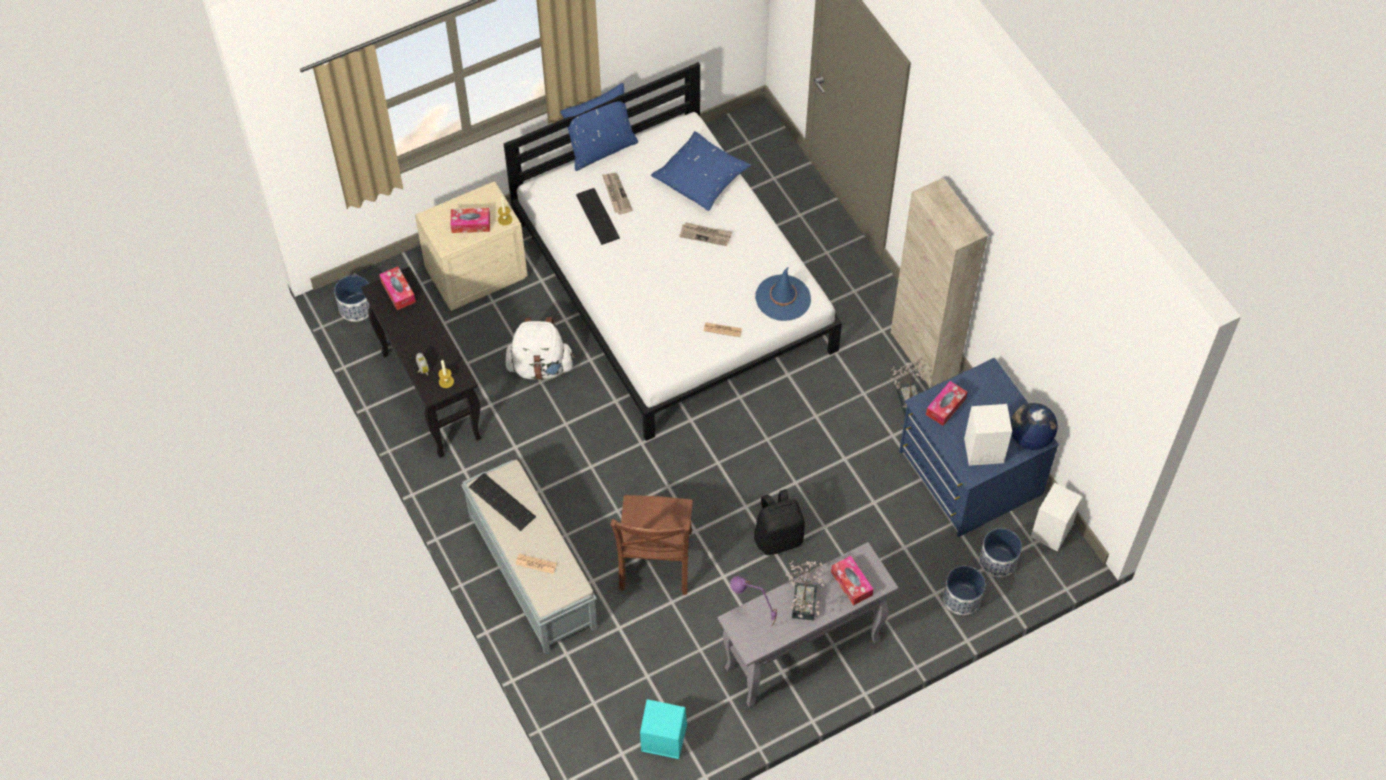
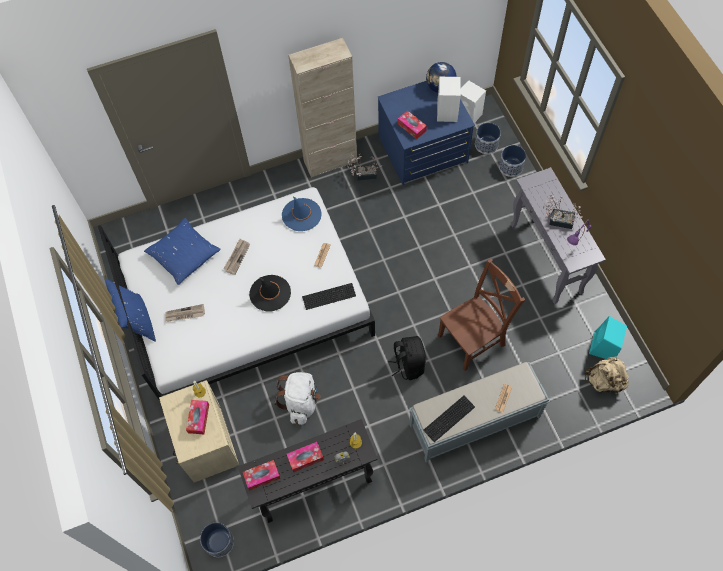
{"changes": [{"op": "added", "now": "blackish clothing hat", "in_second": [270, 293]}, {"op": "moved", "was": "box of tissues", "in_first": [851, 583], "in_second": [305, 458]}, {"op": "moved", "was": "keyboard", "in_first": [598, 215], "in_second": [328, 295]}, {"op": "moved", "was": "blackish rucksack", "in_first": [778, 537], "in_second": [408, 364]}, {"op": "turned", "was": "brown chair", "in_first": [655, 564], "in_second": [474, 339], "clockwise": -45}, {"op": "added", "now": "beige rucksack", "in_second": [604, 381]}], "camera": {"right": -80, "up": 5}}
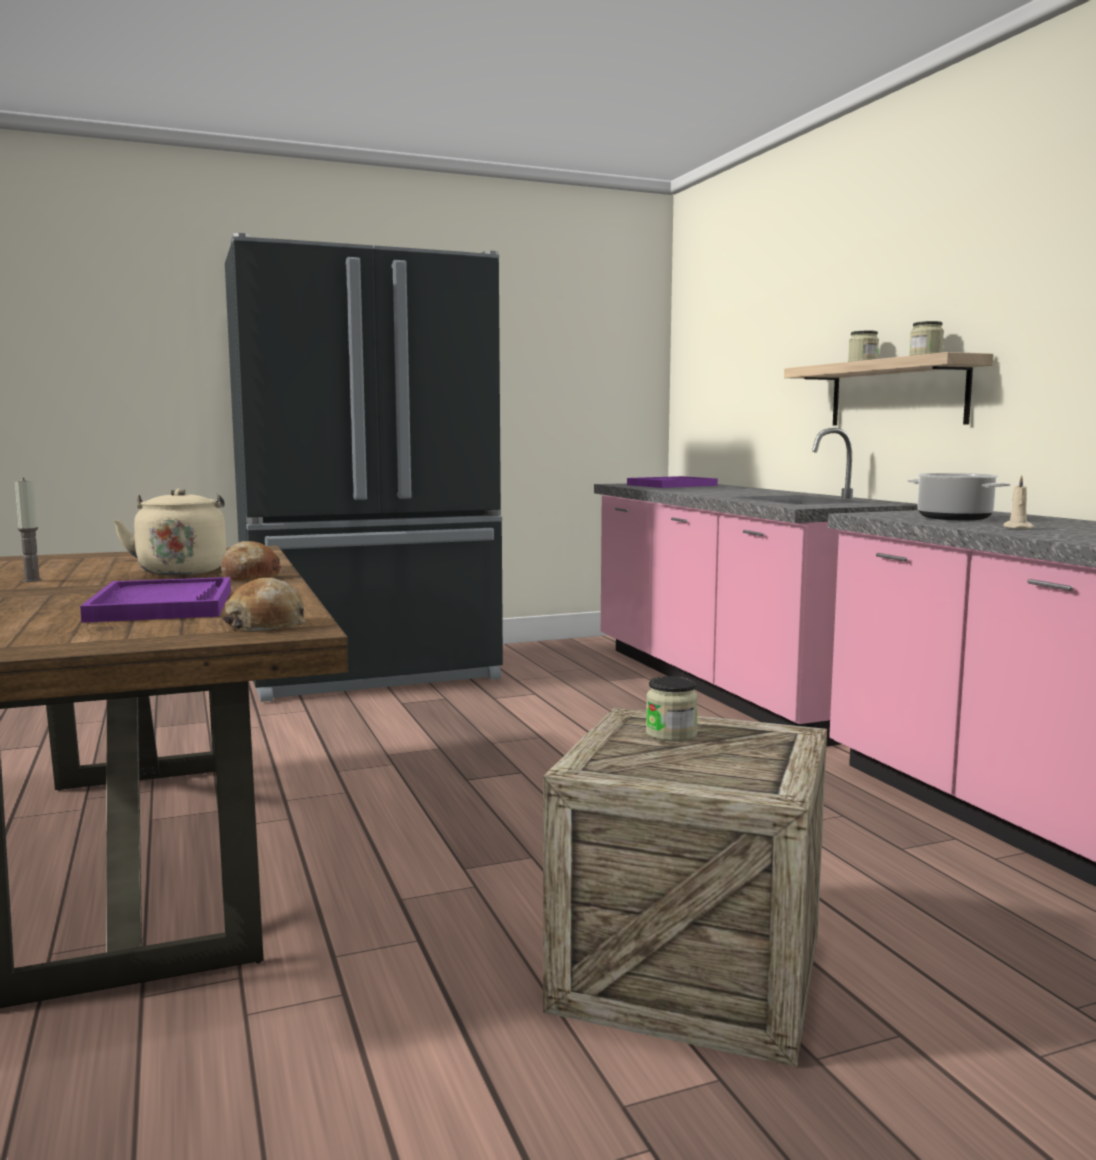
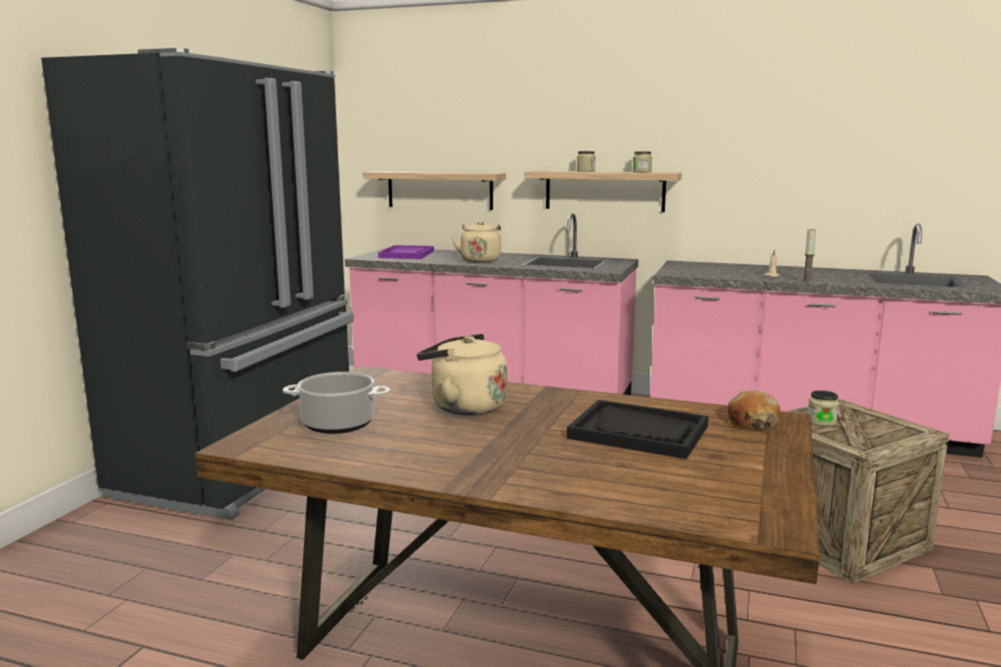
{"changes": [{"op": "moved", "was": "cooking pot", "in_first": [953, 518], "in_second": [337, 424]}, {"op": "added", "now": "bracket shelf", "in_second": [439, 190]}, {"op": "added", "now": "beige tea kettle", "in_second": [480, 260]}, {"op": "recoloured", "was": "purplish serving tray", "now": "blackish serving tray", "in_first": [163, 605], "in_second": [639, 432]}, {"op": "moved", "was": "candle", "in_first": [32, 580], "in_second": [807, 281]}, {"op": "removed", "was": "bakery bread", "in_first": [250, 576]}], "camera": {"right": -50, "up": 5}}
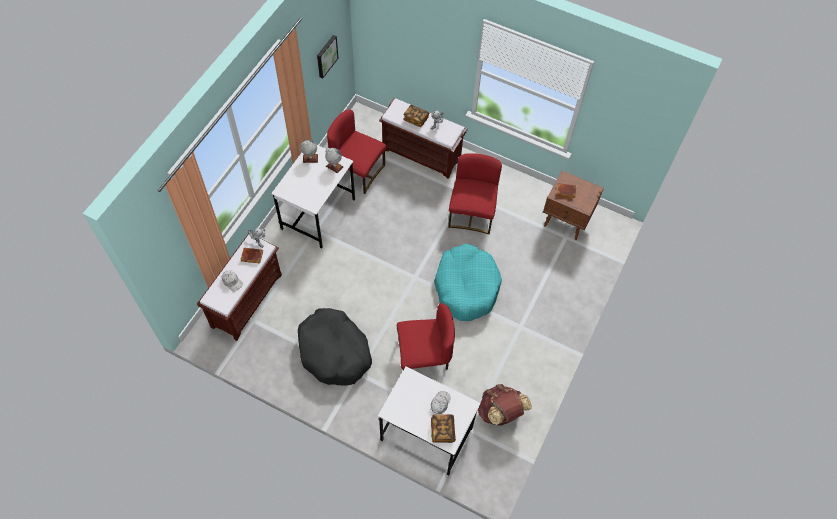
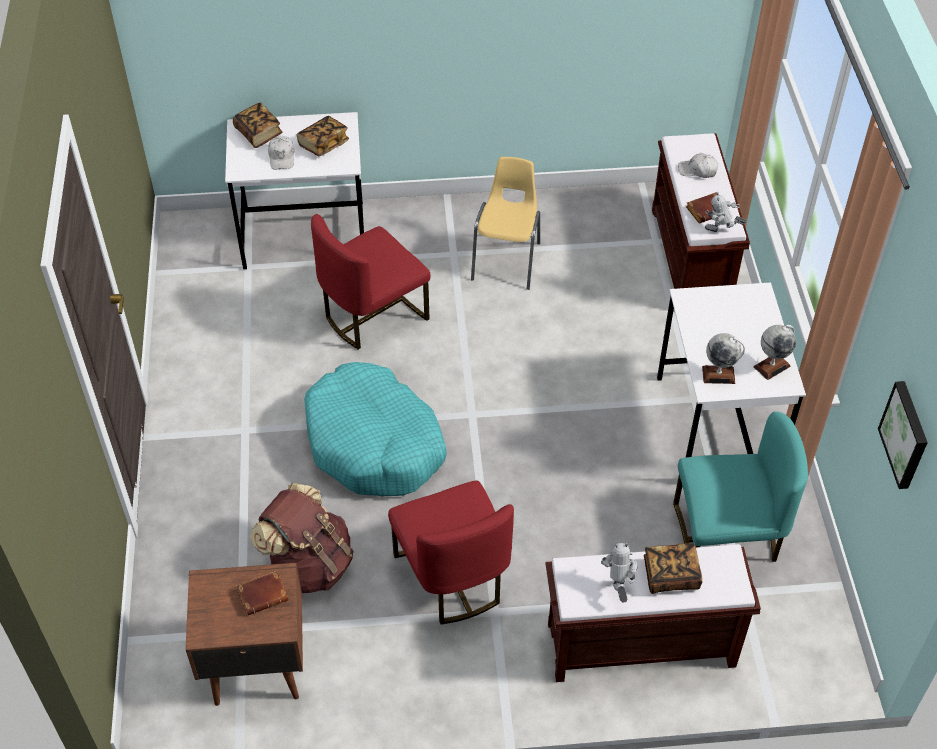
{"changes": [{"op": "moved", "was": "brown rucksack", "in_first": [500, 413], "in_second": [309, 565]}, {"op": "added", "now": "bound book", "in_second": [323, 144]}, {"op": "replaced", "was": "blackish dog bed", "now": "yellow-coloured chair", "in_first": [334, 352], "in_second": [507, 261]}, {"op": "recoloured", "was": "reddish chair", "now": "blue-green chair", "in_first": [357, 171], "in_second": [726, 539]}], "camera": {"right": 150, "up": -10}}
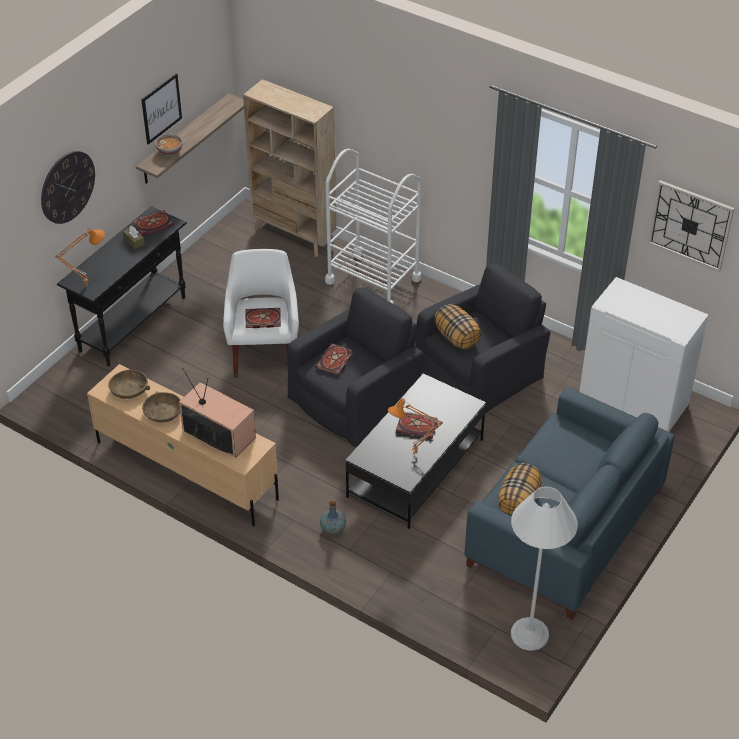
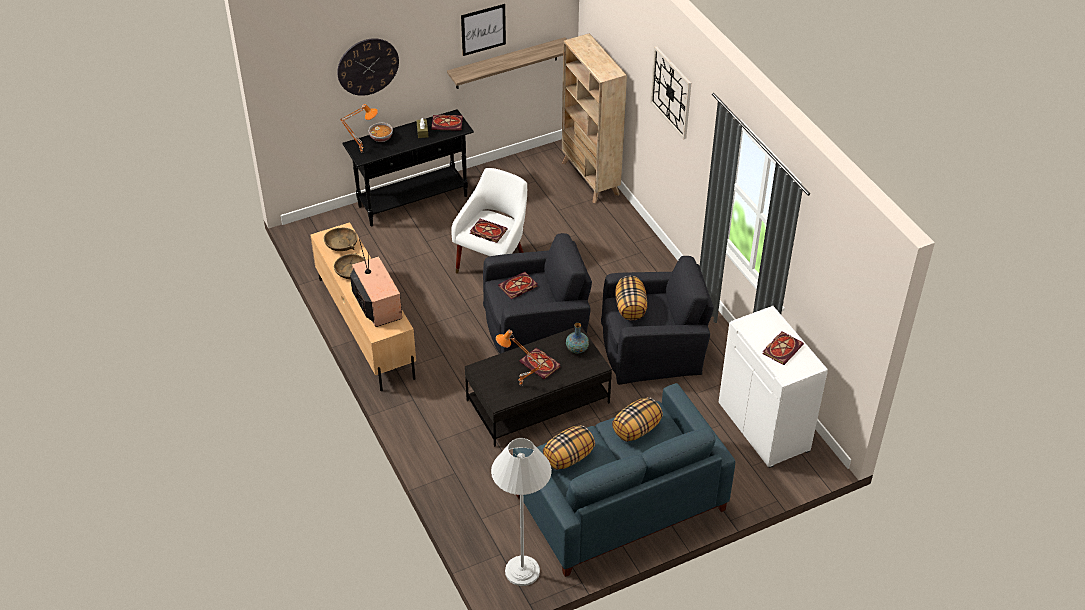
{"changes": [{"op": "moved", "was": "deep dish", "in_first": [170, 151], "in_second": [381, 138]}, {"op": "moved", "was": "vase", "in_first": [333, 528], "in_second": [577, 349]}, {"op": "added", "now": "cushion", "in_second": [636, 429]}, {"op": "moved", "was": "wall clock", "in_first": [690, 225], "in_second": [671, 92]}, {"op": "added", "now": "bound book", "in_second": [782, 348]}, {"op": "removed", "was": "white-coloured cart", "in_first": [373, 280]}], "camera": {"right": 30, "up": 0}}
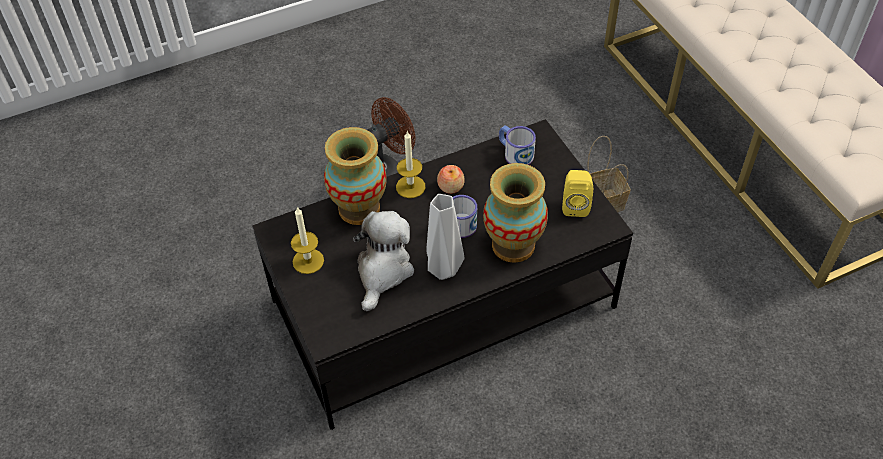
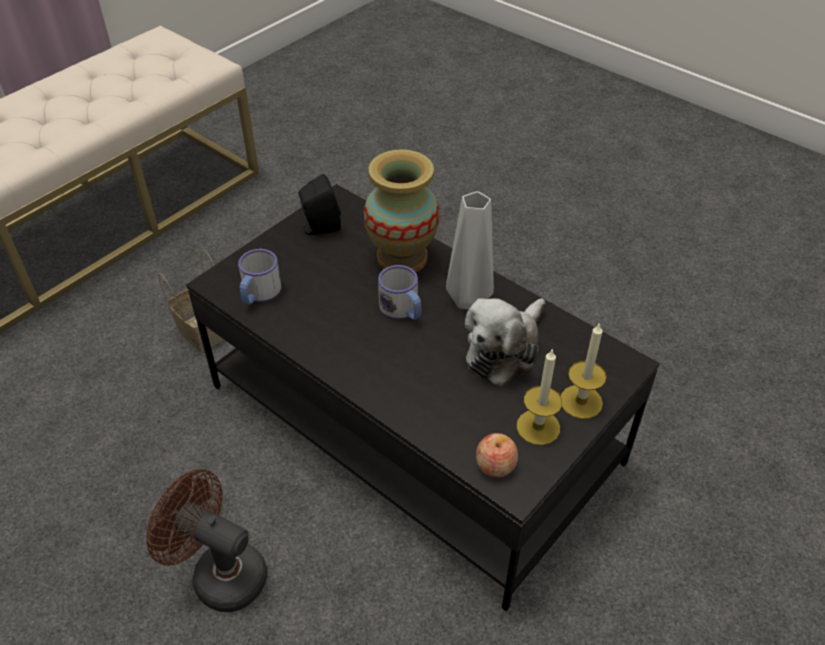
{"changes": [{"op": "recoloured", "was": "yellow-coloured speaker", "now": "blackish speaker", "in_first": [575, 205], "in_second": [319, 228]}, {"op": "turned", "was": "plush toy", "in_first": [383, 271], "in_second": [504, 350], "clockwise": -45}, {"op": "moved", "was": "apple fruit", "in_first": [451, 186], "in_second": [495, 465]}, {"op": "moved", "was": "candle", "in_first": [410, 187], "in_second": [581, 402]}, {"op": "removed", "was": "vase", "in_first": [358, 208]}], "camera": {"right": -115, "up": -5}}
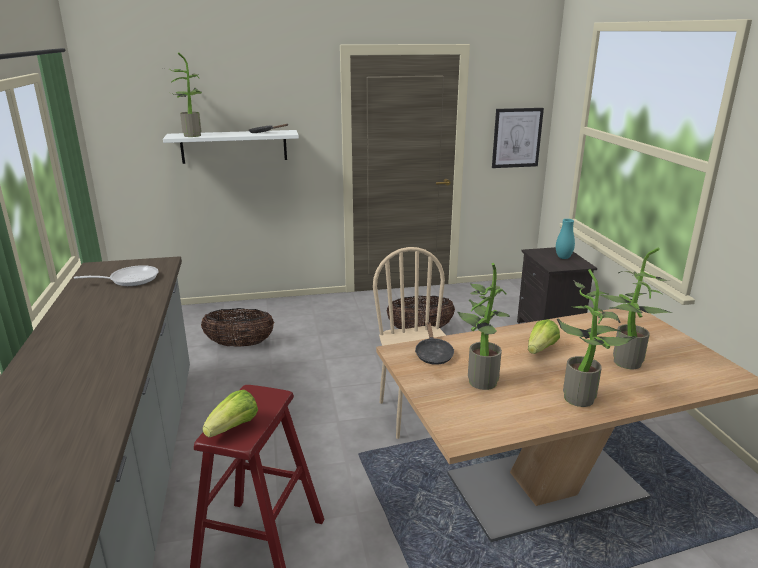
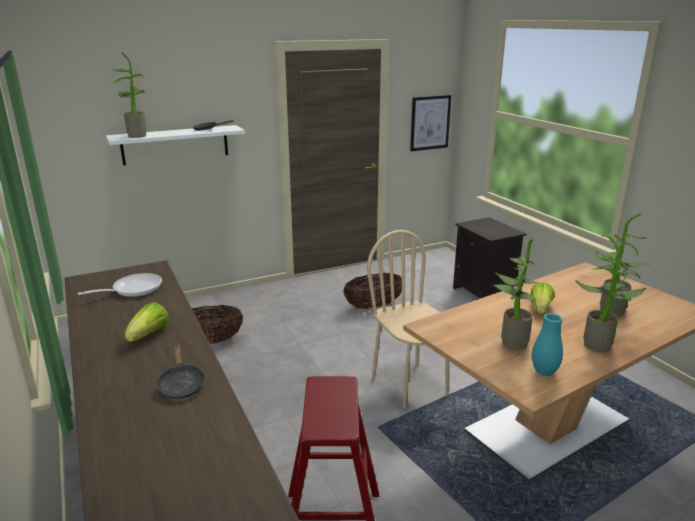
{"changes": [{"op": "moved", "was": "head of lettuce", "in_first": [233, 427], "in_second": [149, 335]}, {"op": "moved", "was": "blackish pan", "in_first": [433, 354], "in_second": [181, 384]}, {"op": "moved", "was": "blue-green vase", "in_first": [563, 257], "in_second": [544, 372]}], "camera": {"right": -15, "up": 0}}
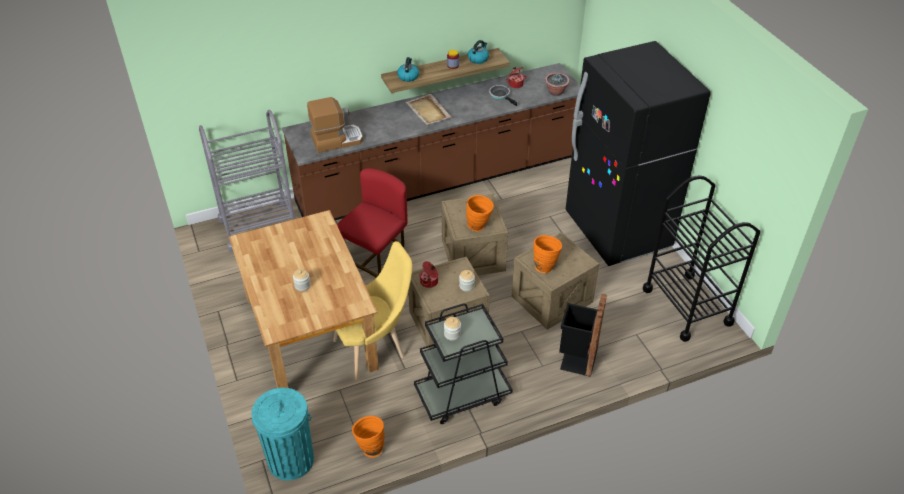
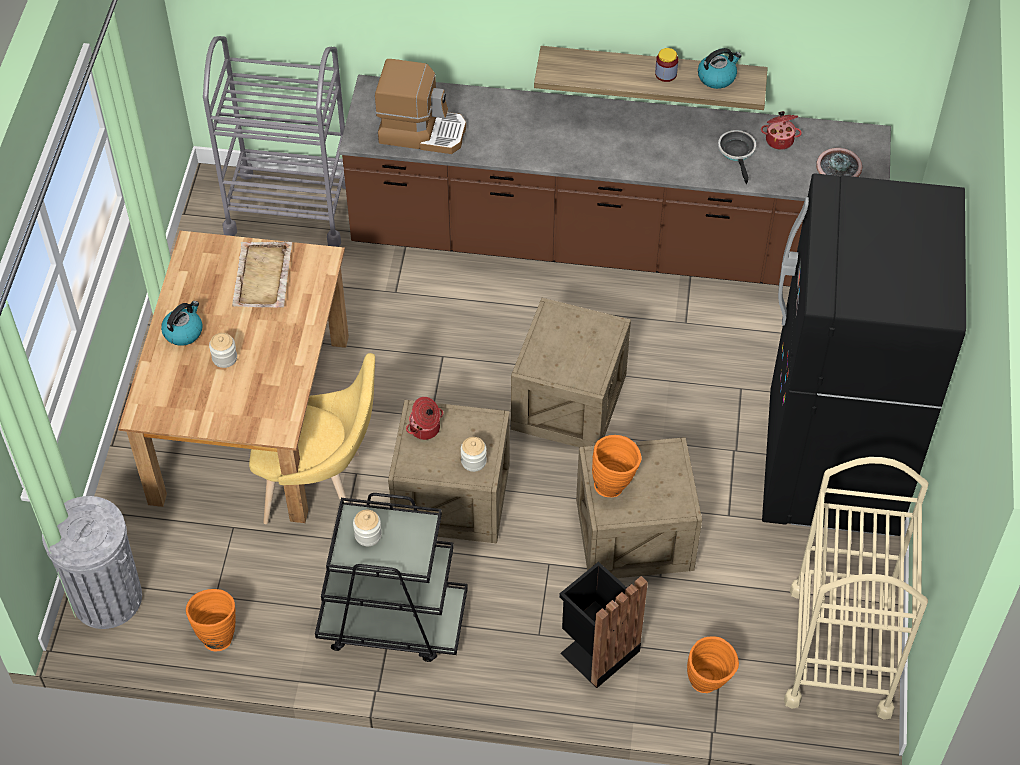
{"changes": [{"op": "recoloured", "was": "blue-green waste bin", "now": "gray waste bin", "in_first": [290, 460], "in_second": [107, 598]}, {"op": "moved", "was": "tea kettle", "in_first": [408, 76], "in_second": [183, 332]}, {"op": "moved", "was": "beige serving tray", "in_first": [428, 111], "in_second": [262, 277]}, {"op": "moved", "was": "orangey vase", "in_first": [479, 227], "in_second": [709, 685]}, {"op": "recoloured", "was": "blackish cart", "now": "beige cart", "in_first": [687, 306], "in_second": [840, 650]}, {"op": "removed", "was": "reddish chair", "in_first": [375, 254]}], "camera": {"right": 30, "up": 10}}
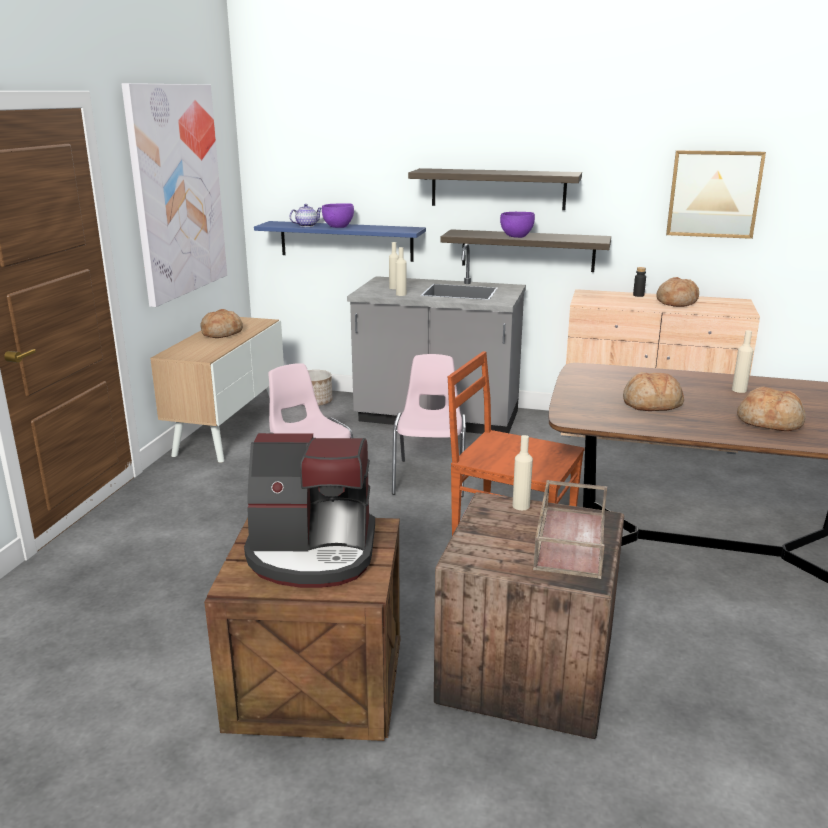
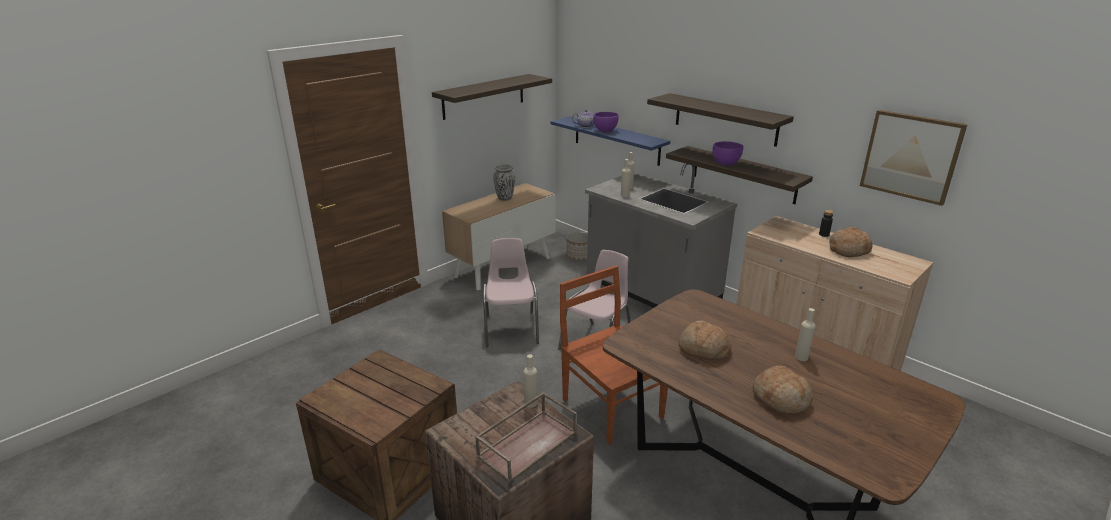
{"changes": [{"op": "replaced", "was": "picture", "now": "bracket shelf", "in_first": [177, 191], "in_second": [484, 96]}, {"op": "replaced", "was": "bakery bread", "now": "vase", "in_first": [222, 333], "in_second": [505, 198]}, {"op": "removed", "was": "coffee machine", "in_first": [312, 553]}], "camera": {"right": 30, "up": 5}}
